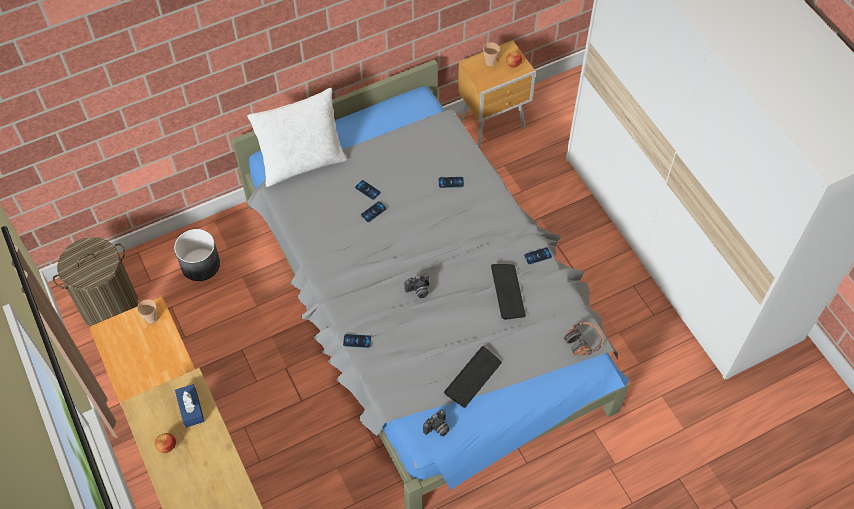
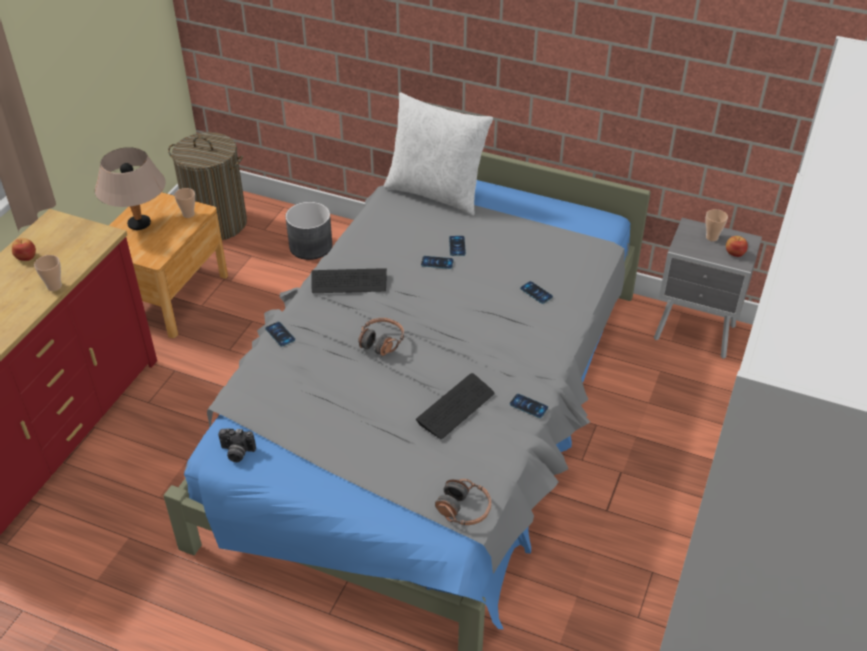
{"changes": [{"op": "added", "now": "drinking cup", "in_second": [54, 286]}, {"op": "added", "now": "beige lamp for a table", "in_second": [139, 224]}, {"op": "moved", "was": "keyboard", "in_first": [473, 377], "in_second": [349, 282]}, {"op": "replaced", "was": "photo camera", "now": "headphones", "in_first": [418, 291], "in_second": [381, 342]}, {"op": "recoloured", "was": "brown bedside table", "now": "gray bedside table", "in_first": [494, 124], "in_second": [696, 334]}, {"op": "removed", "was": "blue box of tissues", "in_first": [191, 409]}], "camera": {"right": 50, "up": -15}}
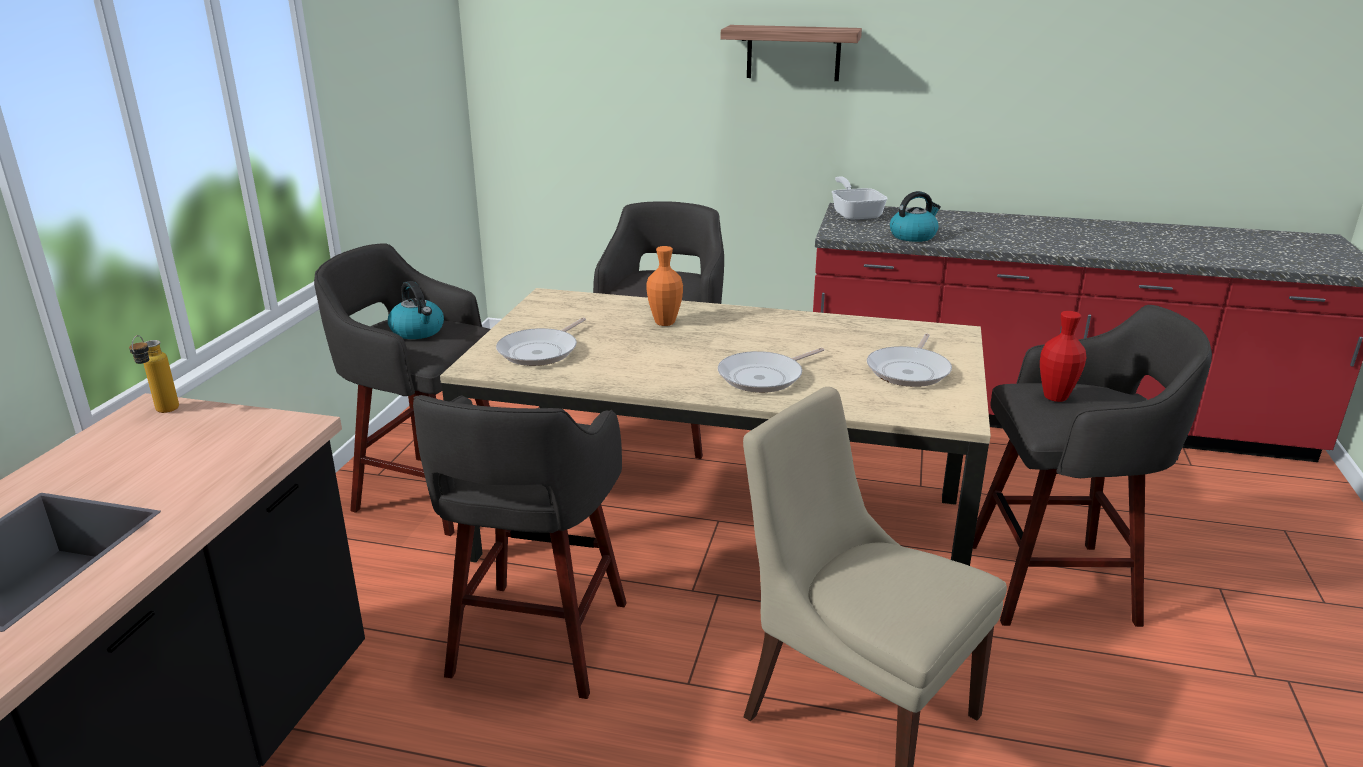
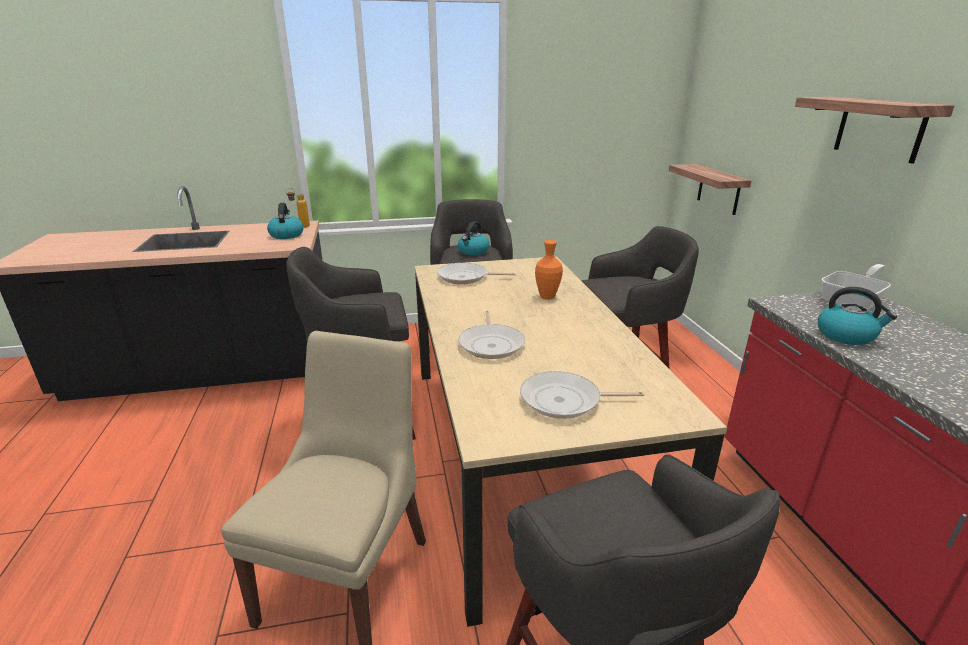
{"changes": [{"op": "added", "now": "tea kettle", "in_second": [286, 235]}, {"op": "turned", "was": "pan", "in_first": [764, 377], "in_second": [491, 344], "clockwise": -120}, {"op": "added", "now": "bracket shelf", "in_second": [719, 189]}, {"op": "removed", "was": "reddish vase", "in_first": [1055, 397]}], "camera": {"right": 65, "up": 0}}
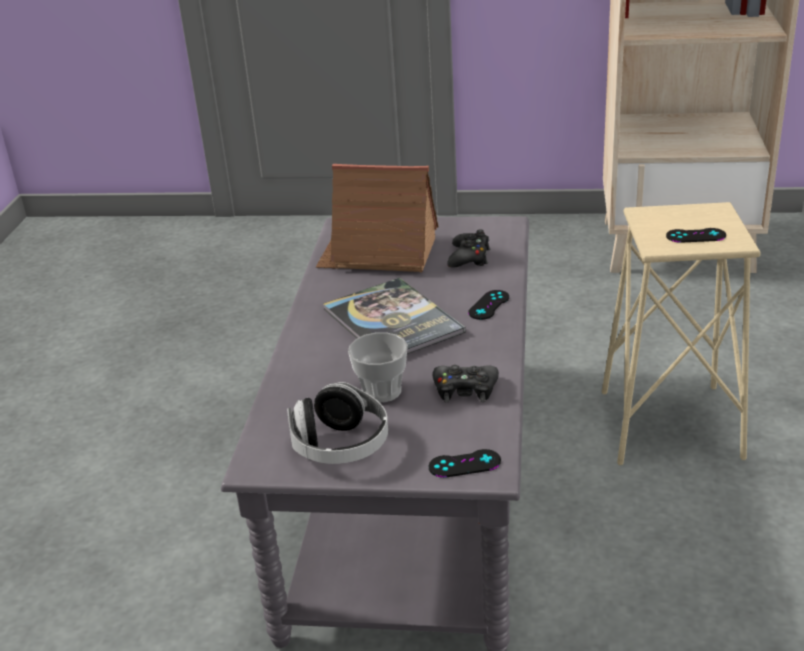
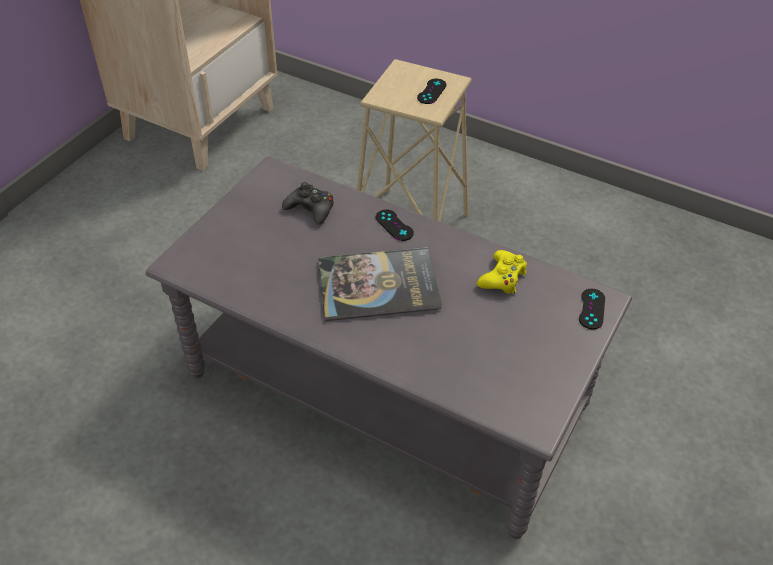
{"changes": [{"op": "recoloured", "was": "blackish joypad", "now": "yellow-coloured joypad", "in_first": [465, 390], "in_second": [502, 278]}, {"op": "removed", "was": "headphones", "in_first": [340, 446]}, {"op": "removed", "was": "model house", "in_first": [379, 253]}, {"op": "removed", "was": "drinking cup", "in_first": [381, 391]}], "camera": {"right": -70, "up": 15}}
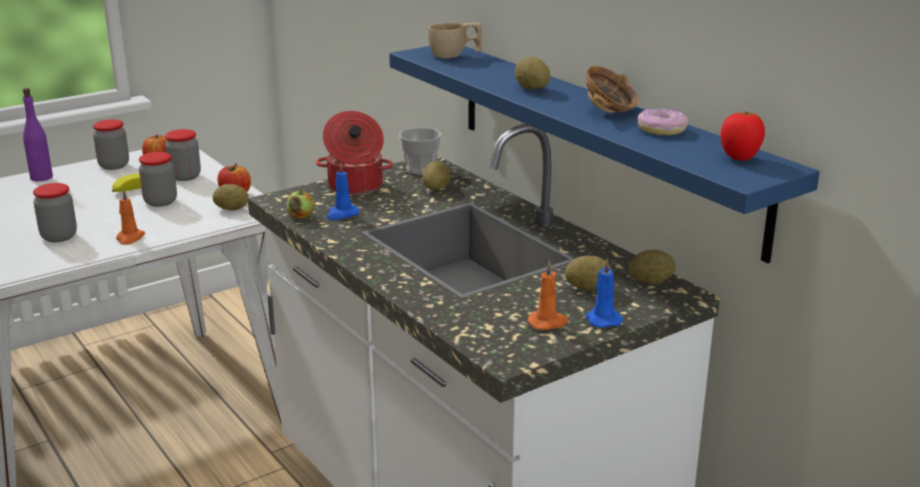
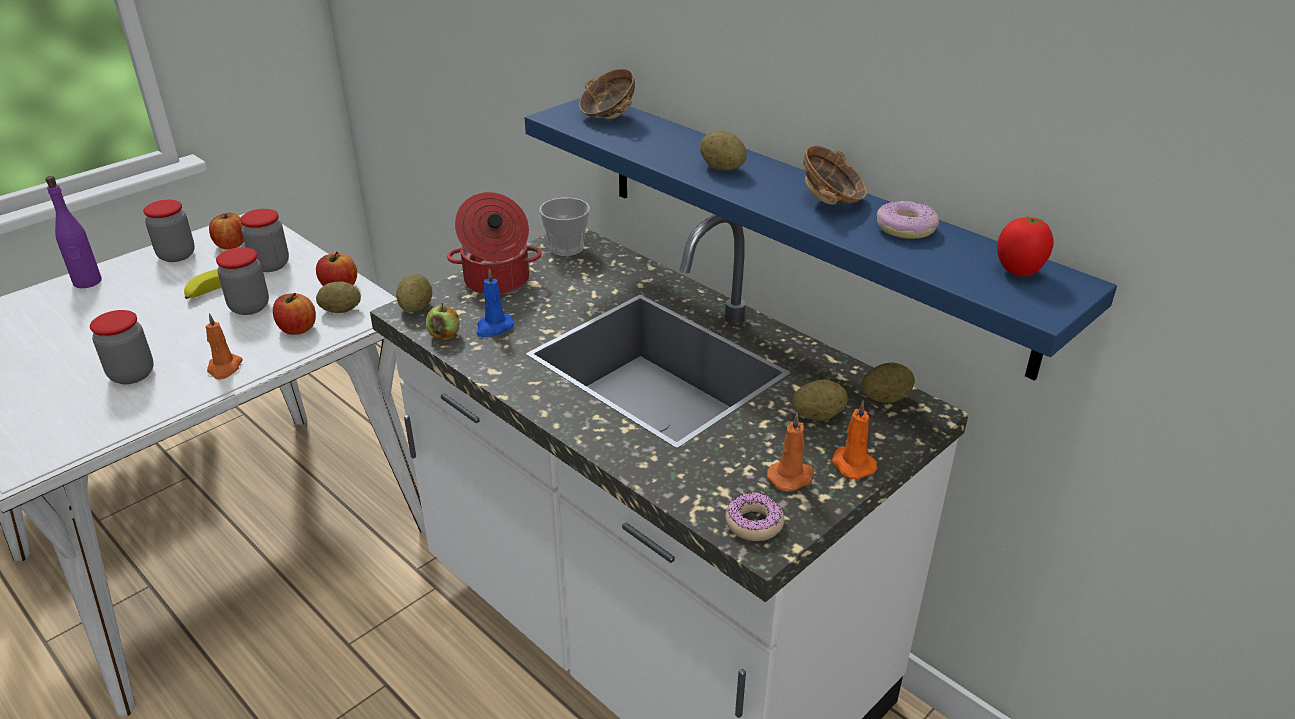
{"changes": [{"op": "added", "now": "apple fruit", "in_second": [297, 329]}, {"op": "moved", "was": "whole potato", "in_first": [436, 188], "in_second": [416, 307]}, {"op": "replaced", "was": "beige drinking cup", "now": "deep dish", "in_first": [455, 55], "in_second": [607, 117]}, {"op": "added", "now": "doughnut", "in_second": [754, 523]}, {"op": "recoloured", "was": "blue candle", "now": "orangey candle", "in_first": [602, 319], "in_second": [851, 464]}], "camera": {"right": -10, "up": 10}}
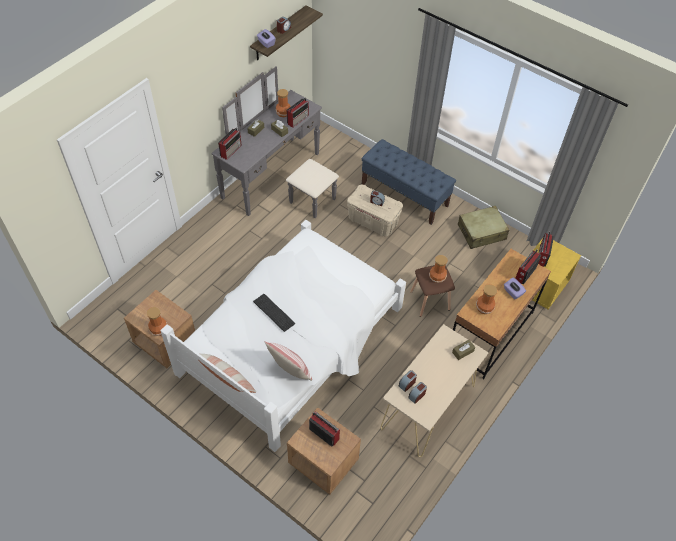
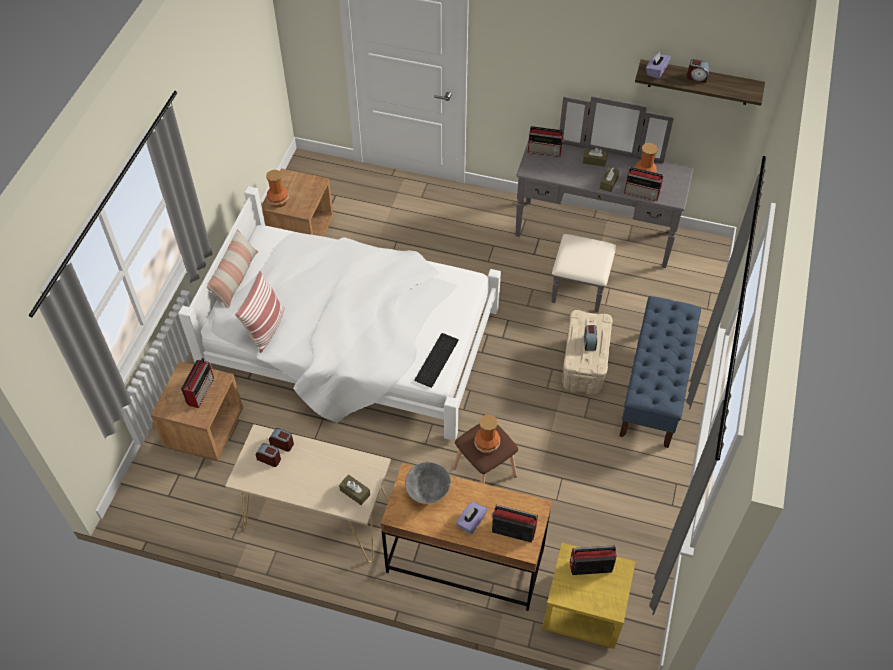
{"changes": [{"op": "replaced", "was": "vase", "now": "gray deep dish", "in_first": [484, 307], "in_second": [428, 492]}, {"op": "moved", "was": "keyboard", "in_first": [273, 312], "in_second": [435, 359]}, {"op": "removed", "was": "beige travel case", "in_first": [481, 232]}], "camera": {"right": 70, "up": 0}}
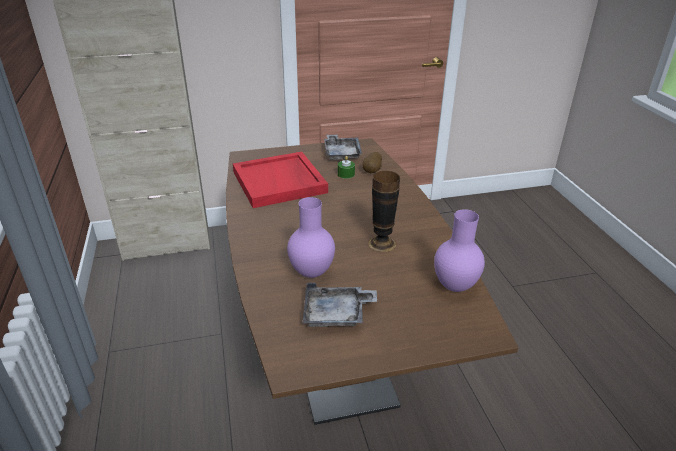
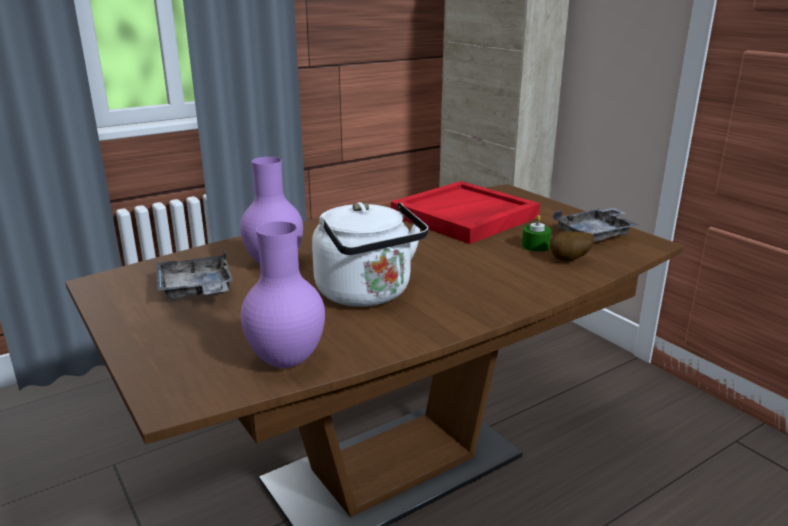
{"changes": [{"op": "replaced", "was": "vase", "now": "white-coloured tea kettle", "in_first": [382, 243], "in_second": [367, 294]}], "camera": {"right": 70, "up": -10}}
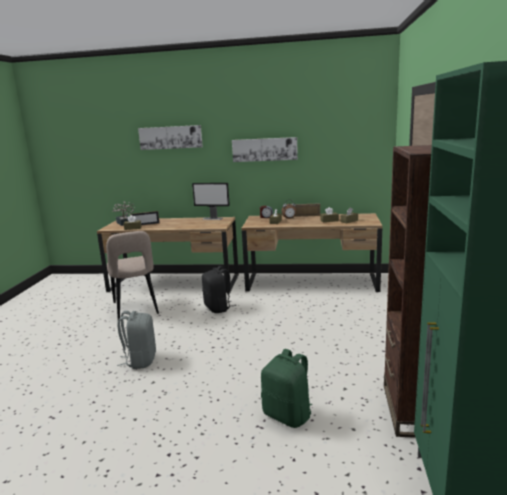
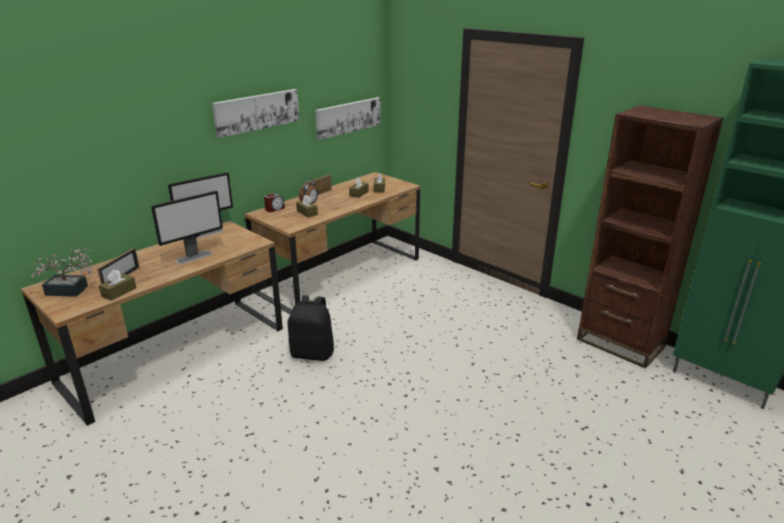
{"changes": [{"op": "added", "now": "computer display", "in_second": [194, 257]}, {"op": "moved", "was": "picture", "in_first": [170, 137], "in_second": [348, 117]}, {"op": "removed", "was": "beige chair", "in_first": [136, 309]}, {"op": "removed", "was": "gray rucksack", "in_first": [140, 360]}, {"op": "removed", "was": "green rucksack", "in_first": [288, 415]}], "camera": {"right": -55, "up": 10}}
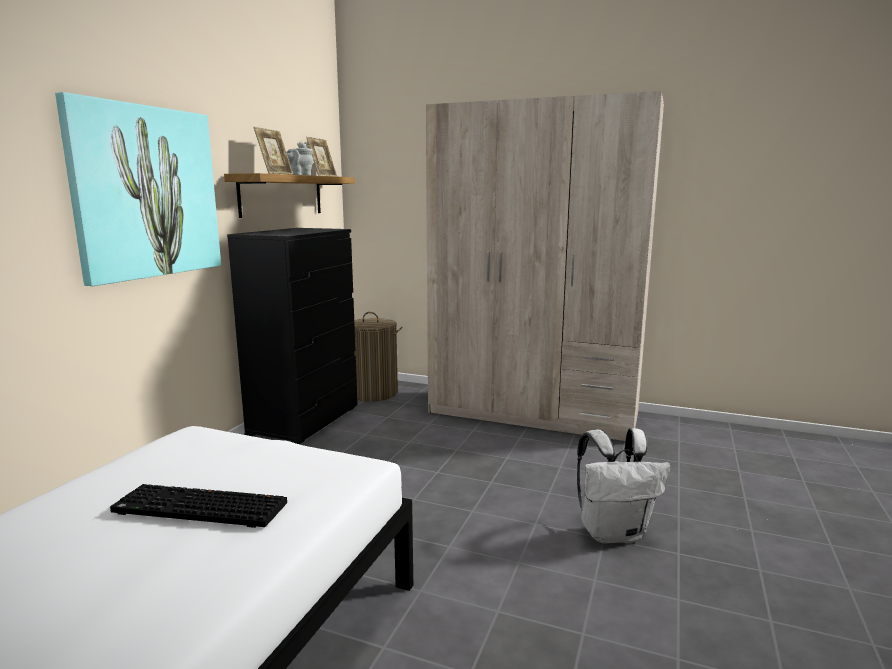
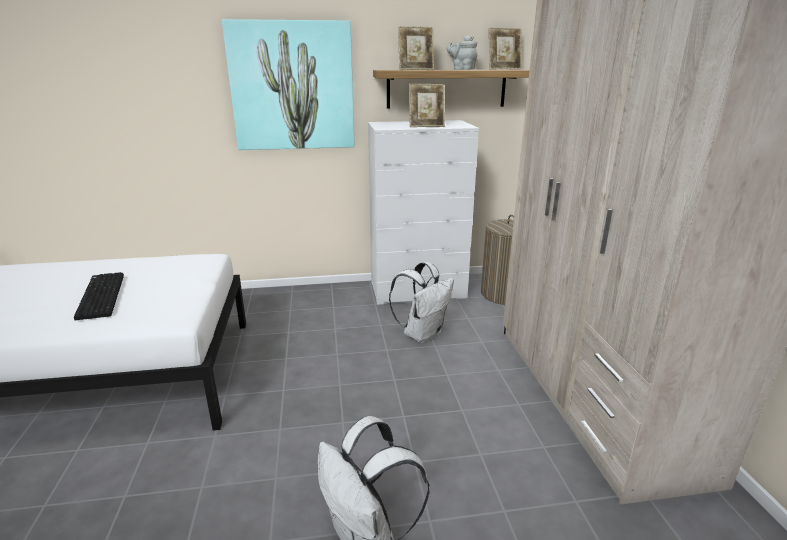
{"changes": [{"op": "recoloured", "was": "blackish dresser", "now": "white-coloured dresser", "in_first": [305, 420], "in_second": [418, 290]}, {"op": "added", "now": "white-coloured rucksack", "in_second": [422, 334]}, {"op": "added", "now": "standing frame", "in_second": [426, 126]}], "camera": {"right": 60, "up": 10}}
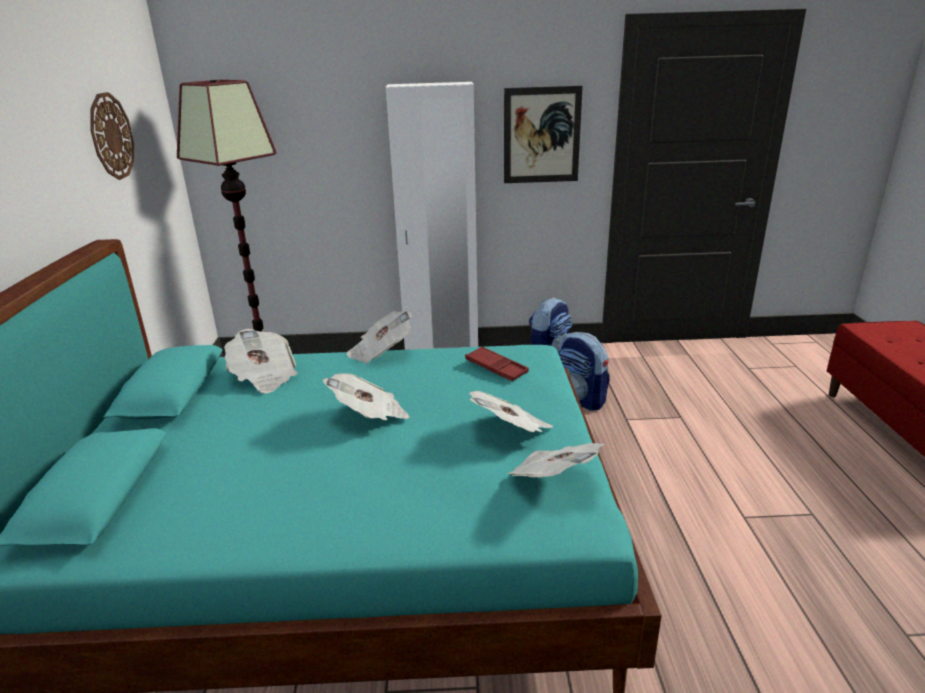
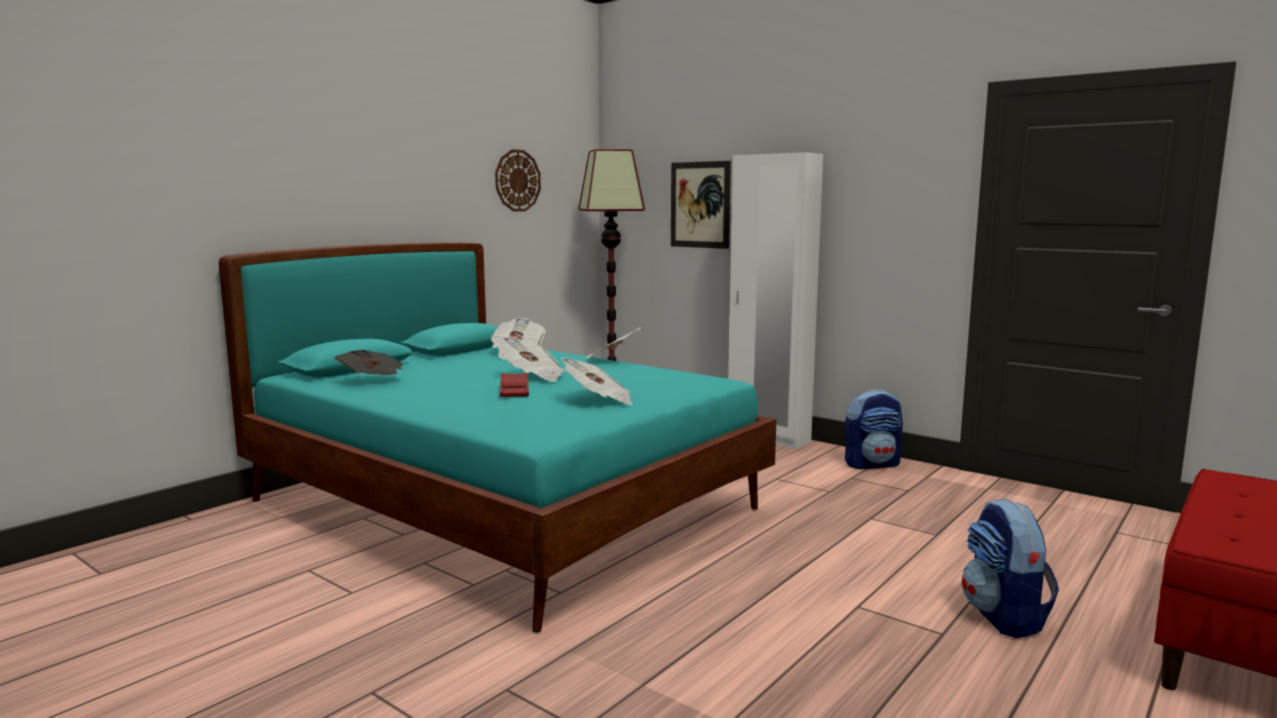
{"changes": [{"op": "moved", "was": "printed paper", "in_first": [553, 479], "in_second": [373, 381]}, {"op": "moved", "was": "reddish serving tray", "in_first": [496, 368], "in_second": [514, 390]}, {"op": "moved", "was": "picture", "in_first": [541, 135], "in_second": [700, 205]}, {"op": "moved", "was": "rucksack", "in_first": [581, 399], "in_second": [1004, 617]}], "camera": {"right": 40, "up": -15}}
